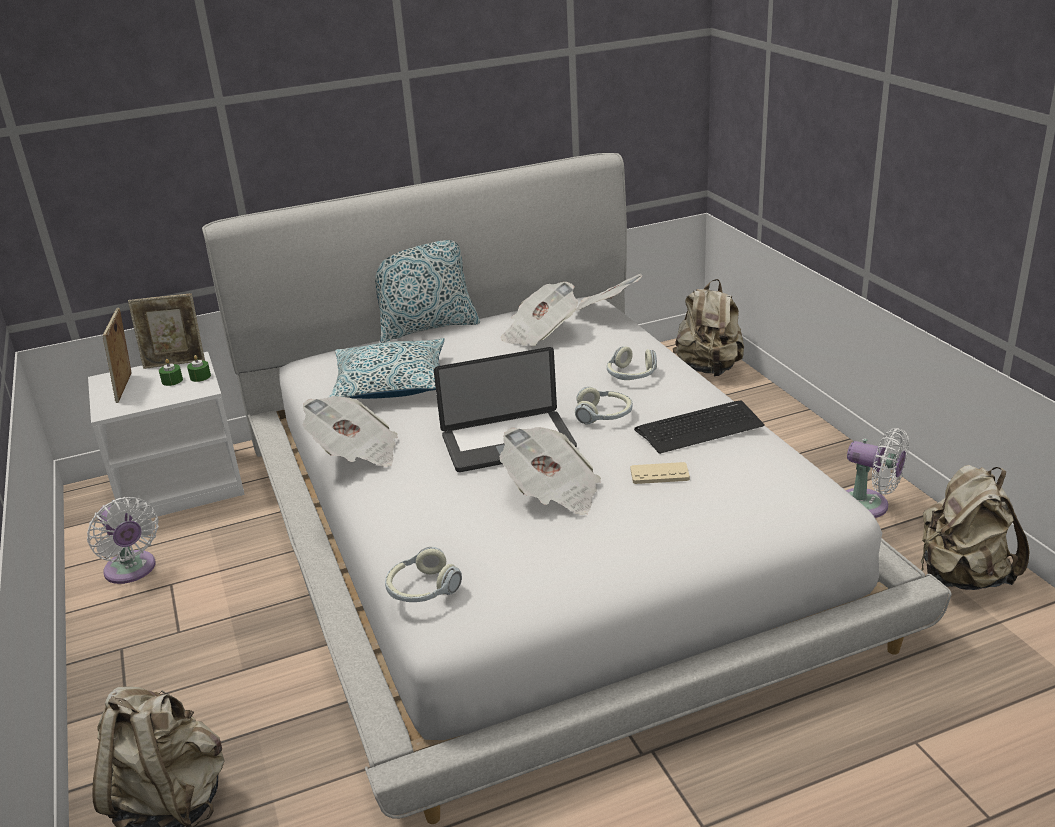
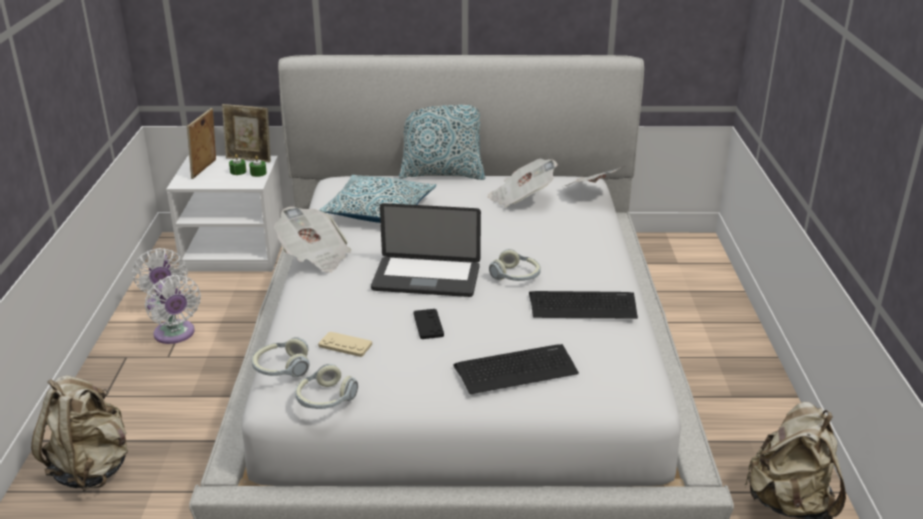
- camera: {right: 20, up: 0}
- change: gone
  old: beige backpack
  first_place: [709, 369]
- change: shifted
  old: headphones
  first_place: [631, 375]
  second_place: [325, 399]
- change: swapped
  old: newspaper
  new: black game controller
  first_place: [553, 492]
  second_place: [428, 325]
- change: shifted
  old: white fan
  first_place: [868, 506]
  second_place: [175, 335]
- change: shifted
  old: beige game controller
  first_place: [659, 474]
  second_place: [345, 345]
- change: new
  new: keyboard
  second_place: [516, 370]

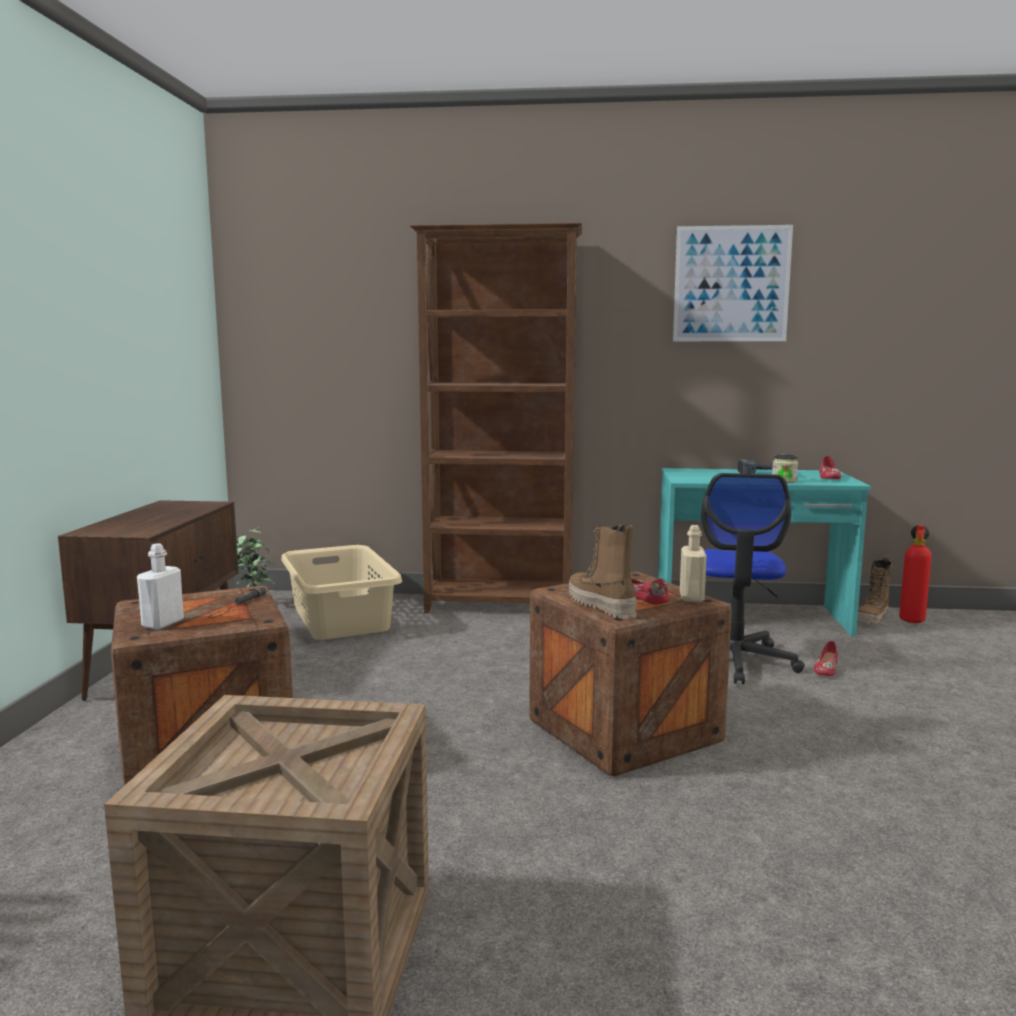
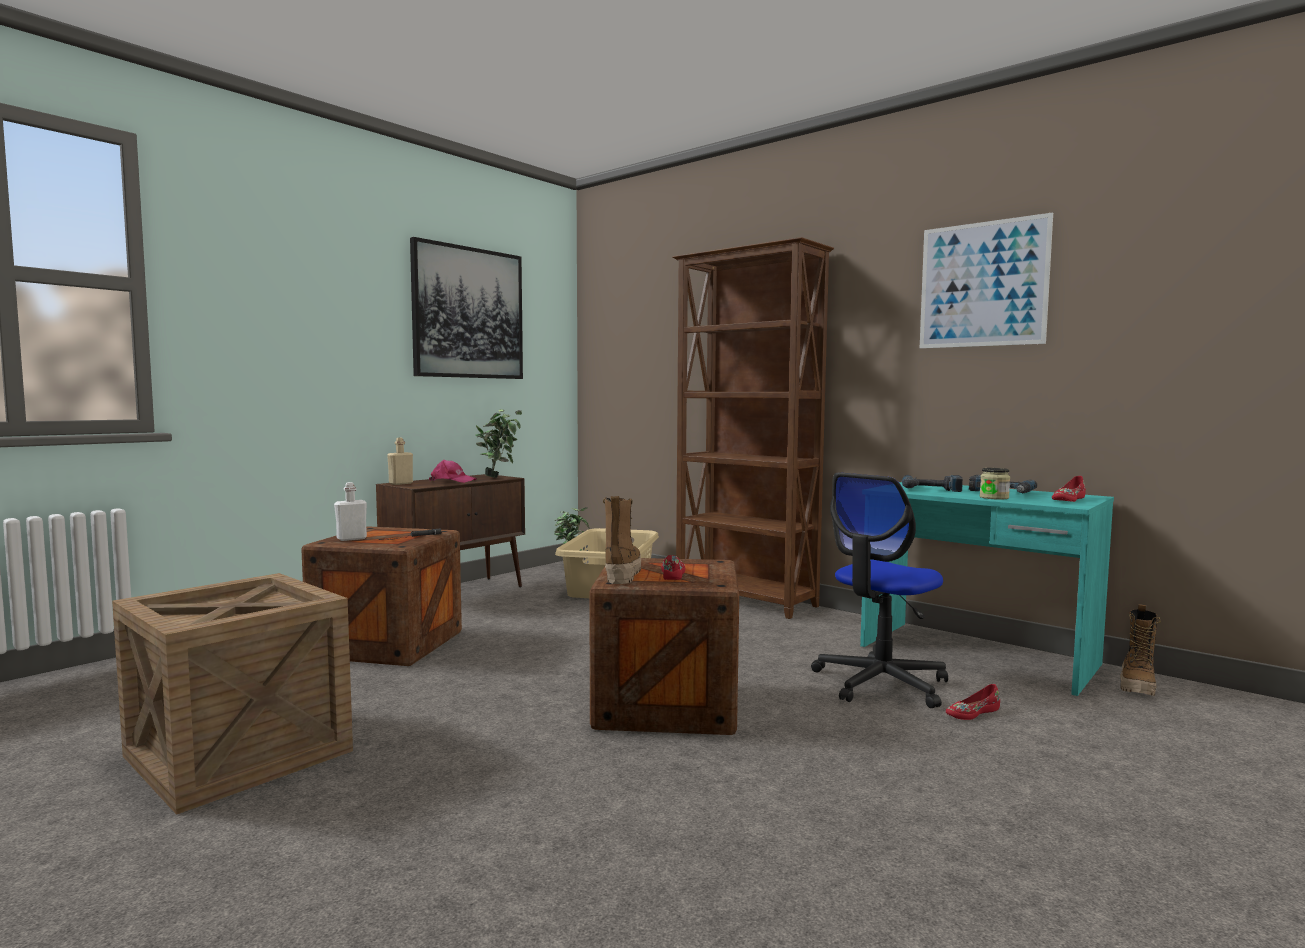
- camera: {right: 35, up: -5}
- change: shifted
  old: beige bottle
  first_place: [691, 597]
  second_place: [401, 483]
- change: gone
  old: fire extinguisher
  first_place: [911, 620]
- change: rotated
  old: boot
  first_place: [872, 619]
  second_place: [1137, 686]
  degrees: -45
- change: new
  new: picture
  second_place: [468, 313]
- change: new
  new: potted plant
  second_place: [499, 477]
- change: new
  new: pink cap
  second_place: [452, 481]
- change: new
  new: power drill
  second_place: [930, 488]

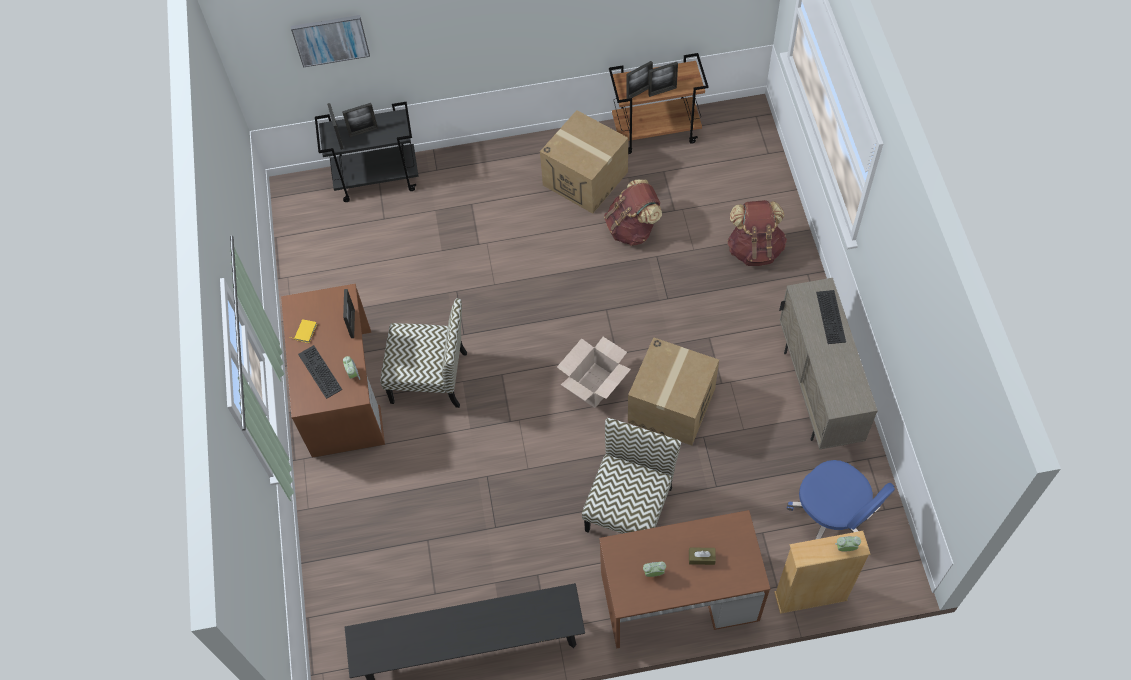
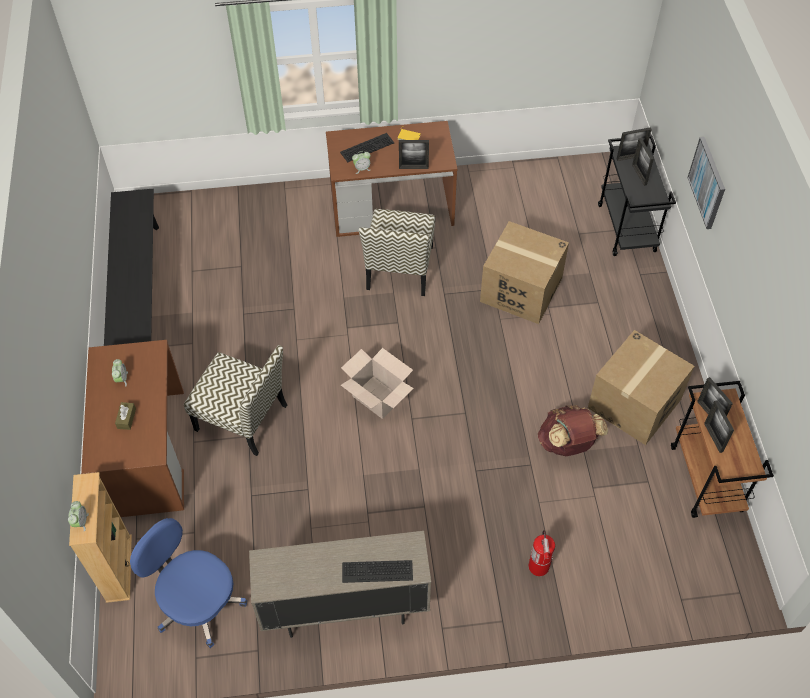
- camera: {right: 90, up: -5}
- change: shifted
  old: picture
  first_place: [330, 39]
  second_place: [707, 182]
- change: swapped
  old: brown backpack
  new: fire extinguisher
  first_place: [754, 249]
  second_place: [539, 567]
- change: shifted
  old: cardboard box
  first_place: [671, 405]
  second_place: [521, 290]
- change: rotated
  old: blue office chair
  first_place: [833, 516]
  second_place: [198, 603]
  degrees: 75

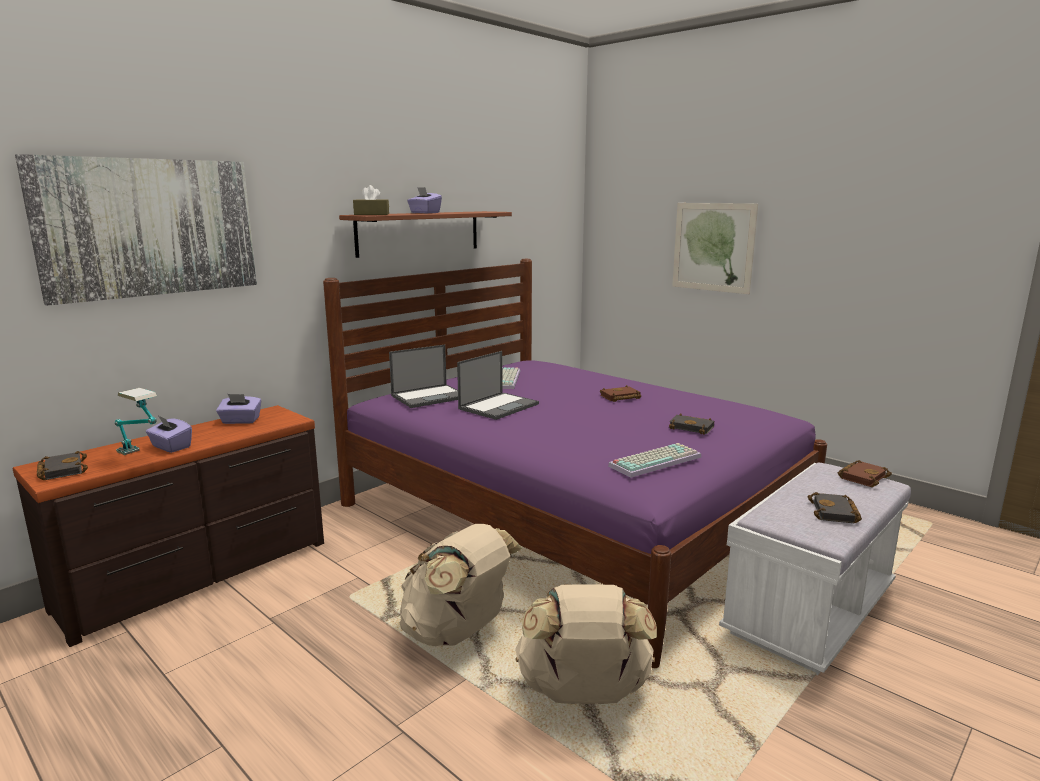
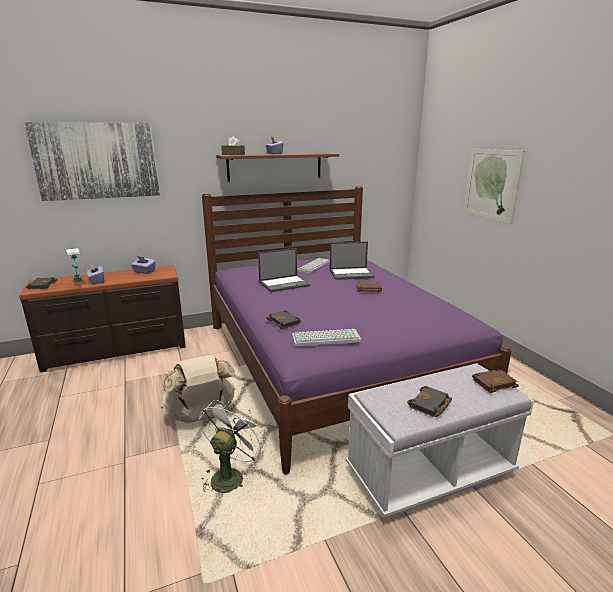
- camera: {right: 25, up: 5}
- change: shifted
  old: laptop
  first_place: [430, 396]
  second_place: [352, 274]
- change: shifted
  old: black book
  first_place: [693, 427]
  second_place: [285, 322]
- change: swapped
  old: beige backpack
  new: white fan
  first_place: [583, 694]
  second_place: [230, 475]

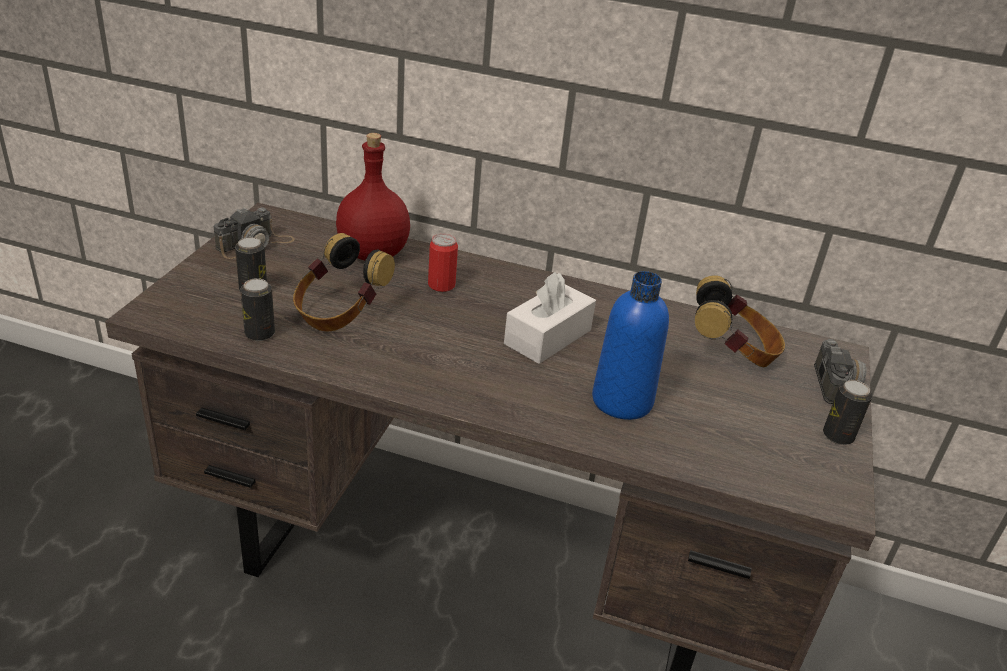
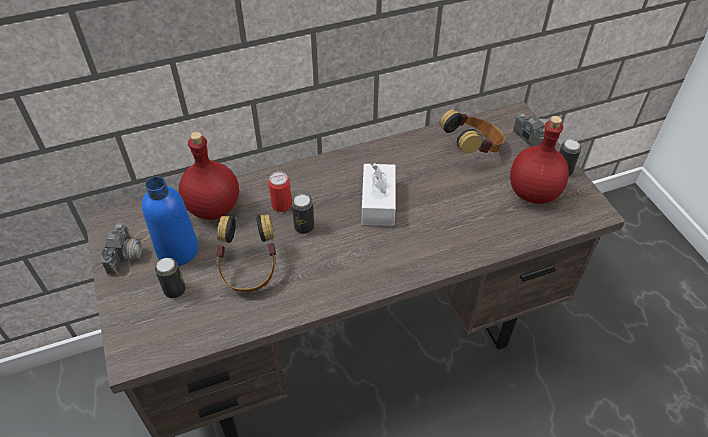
- camera: {right: -35, up: 15}
- change: shifted
  old: blue bottle
  first_place: [622, 401]
  second_place: [178, 250]
- change: shifted
  old: can
  first_place: [259, 334]
  second_place: [304, 227]
- change: new
  new: red bottle
  second_place: [533, 192]

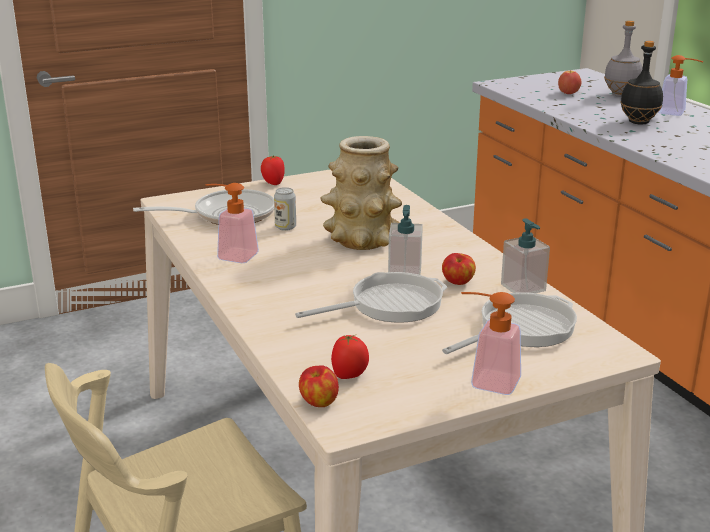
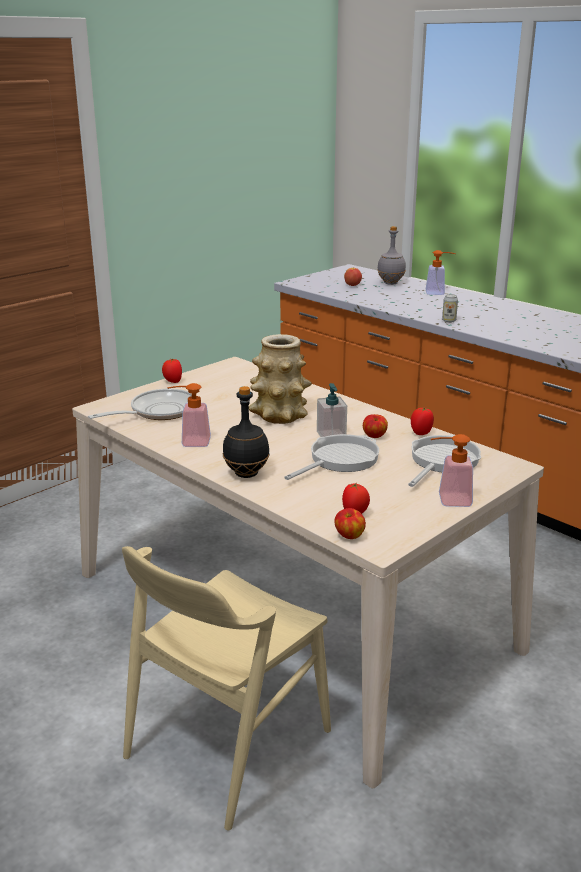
- camera: {right: -20, up: 0}
- change: shifted
  old: black bottle
  first_place: [638, 122]
  second_place: [246, 474]
- change: shifted
  old: can
  first_place: [285, 227]
  second_place: [449, 321]
- change: swapped
  old: soap dispenser
  new: tomato
  first_place: [523, 288]
  second_place: [421, 433]

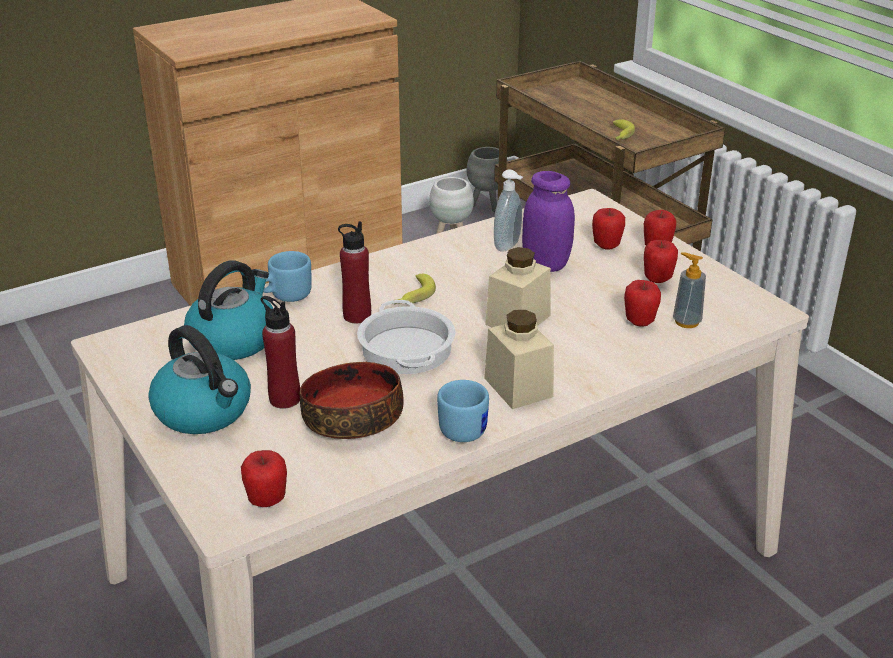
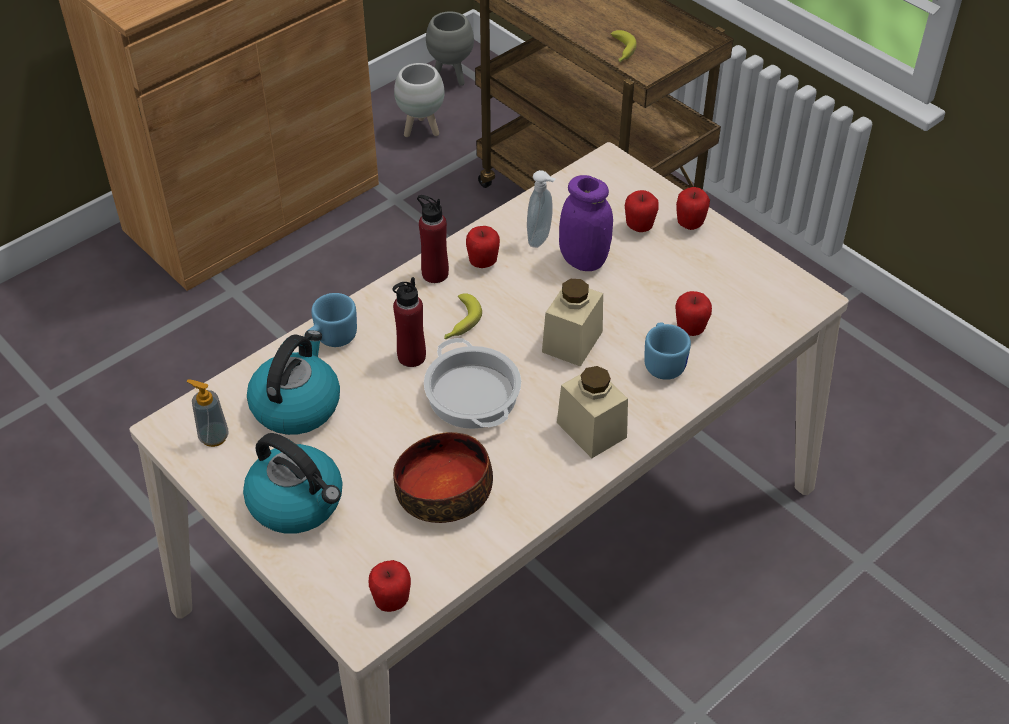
- camera: {right: -10, up: 15}
- change: shifted
  old: apple
  first_place: [657, 279]
  second_place: [483, 263]
- change: shifted
  old: soap dispenser
  first_place: [686, 322]
  second_place: [214, 437]
- change: shifted
  old: red bottle
  first_place: [284, 399]
  second_place: [435, 273]
- change: shifted
  old: blue mug
  first_place: [464, 426]
  second_place: [664, 362]

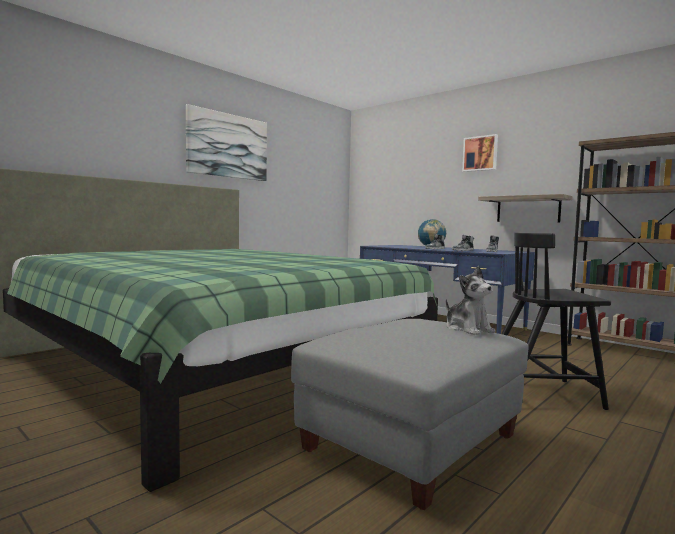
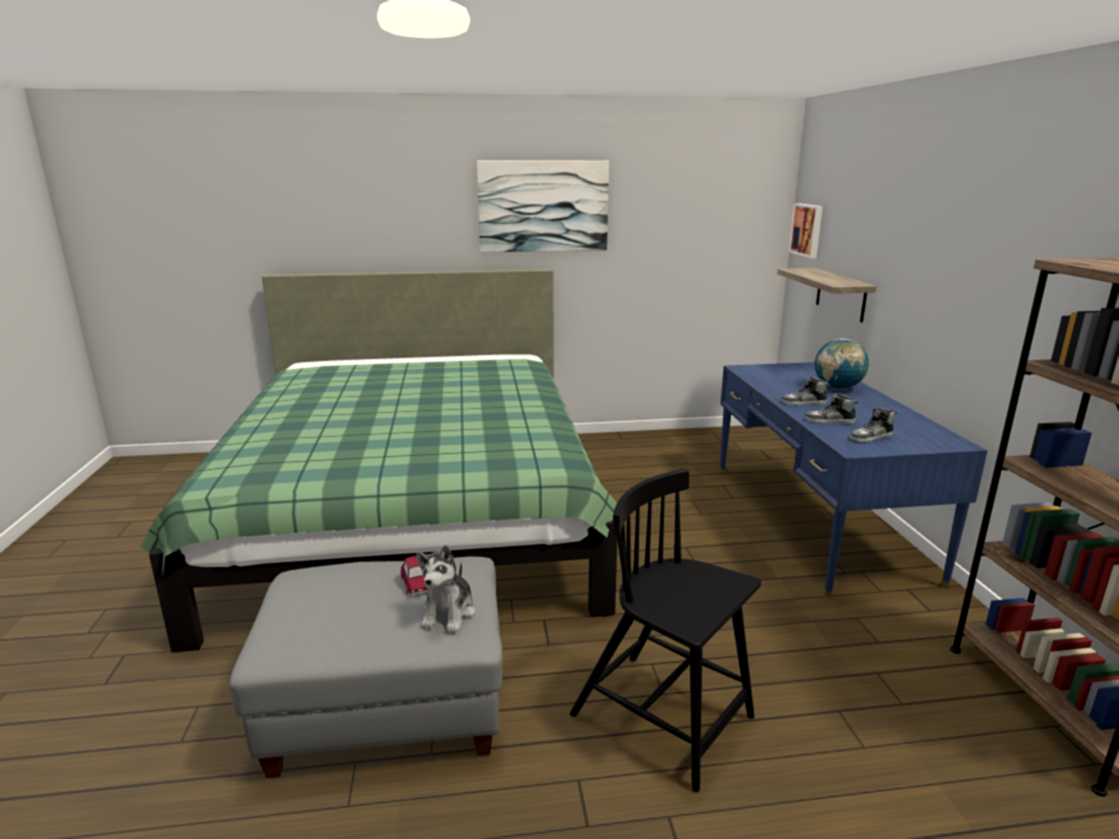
- camera: {right: 40, up: 15}
- change: shifted
  old: picture
  first_place: [480, 153]
  second_place: [807, 230]
- change: shifted
  old: shelf
  first_place: [528, 209]
  second_place: [841, 294]
- change: new
  new: toy car
  second_place: [416, 583]

